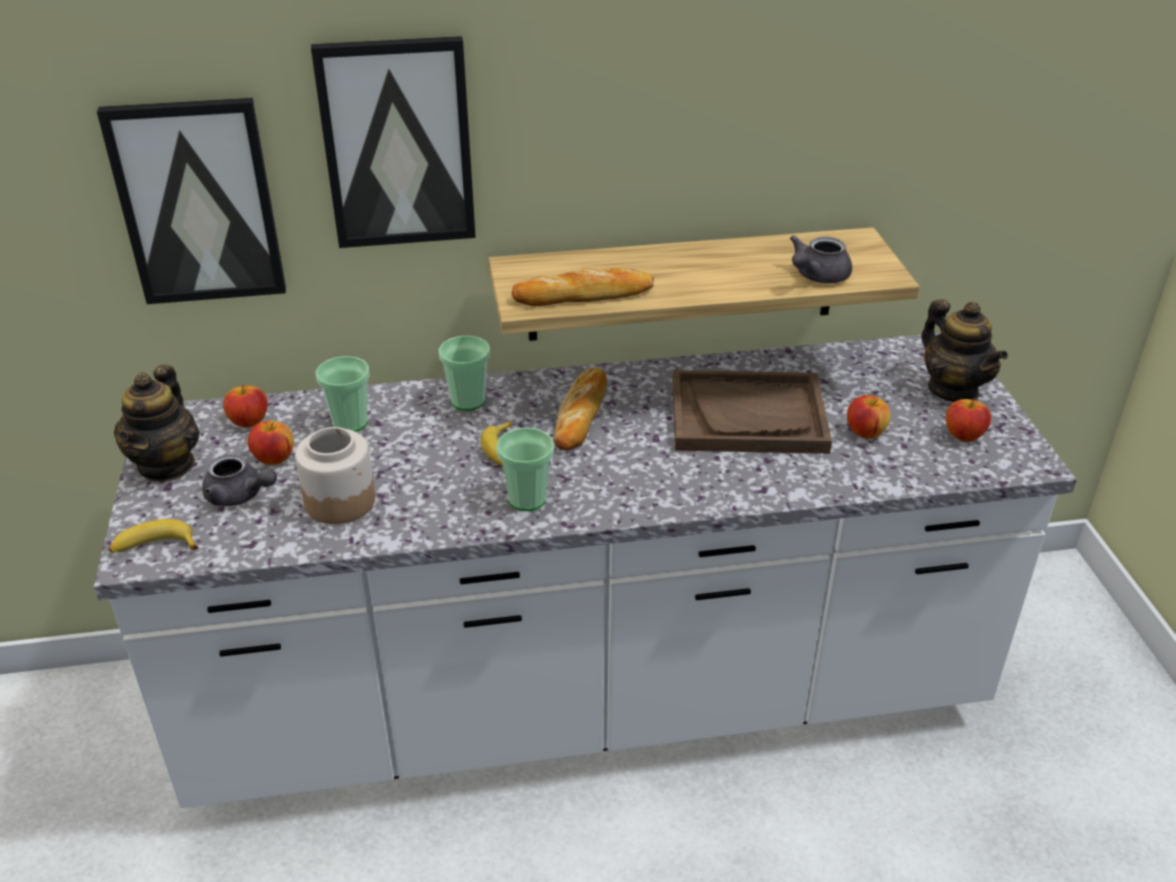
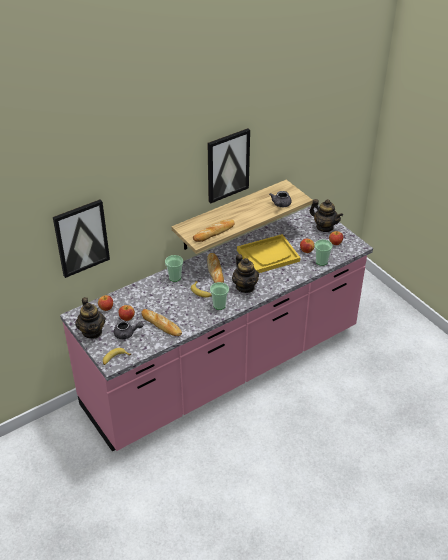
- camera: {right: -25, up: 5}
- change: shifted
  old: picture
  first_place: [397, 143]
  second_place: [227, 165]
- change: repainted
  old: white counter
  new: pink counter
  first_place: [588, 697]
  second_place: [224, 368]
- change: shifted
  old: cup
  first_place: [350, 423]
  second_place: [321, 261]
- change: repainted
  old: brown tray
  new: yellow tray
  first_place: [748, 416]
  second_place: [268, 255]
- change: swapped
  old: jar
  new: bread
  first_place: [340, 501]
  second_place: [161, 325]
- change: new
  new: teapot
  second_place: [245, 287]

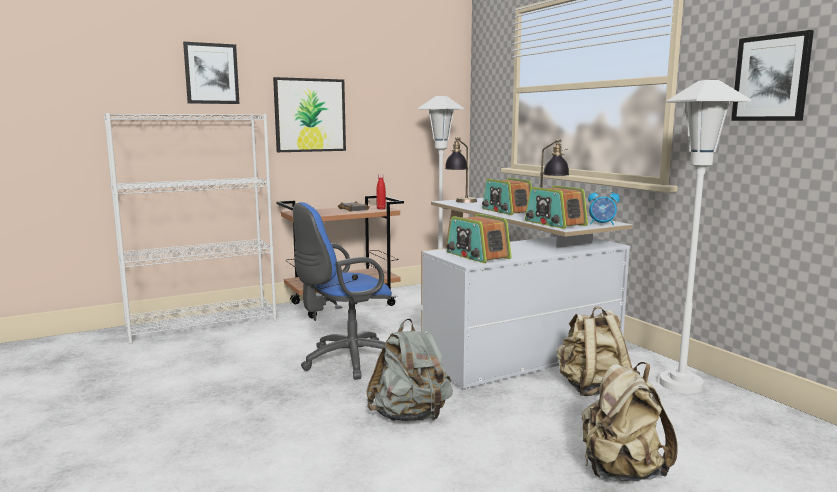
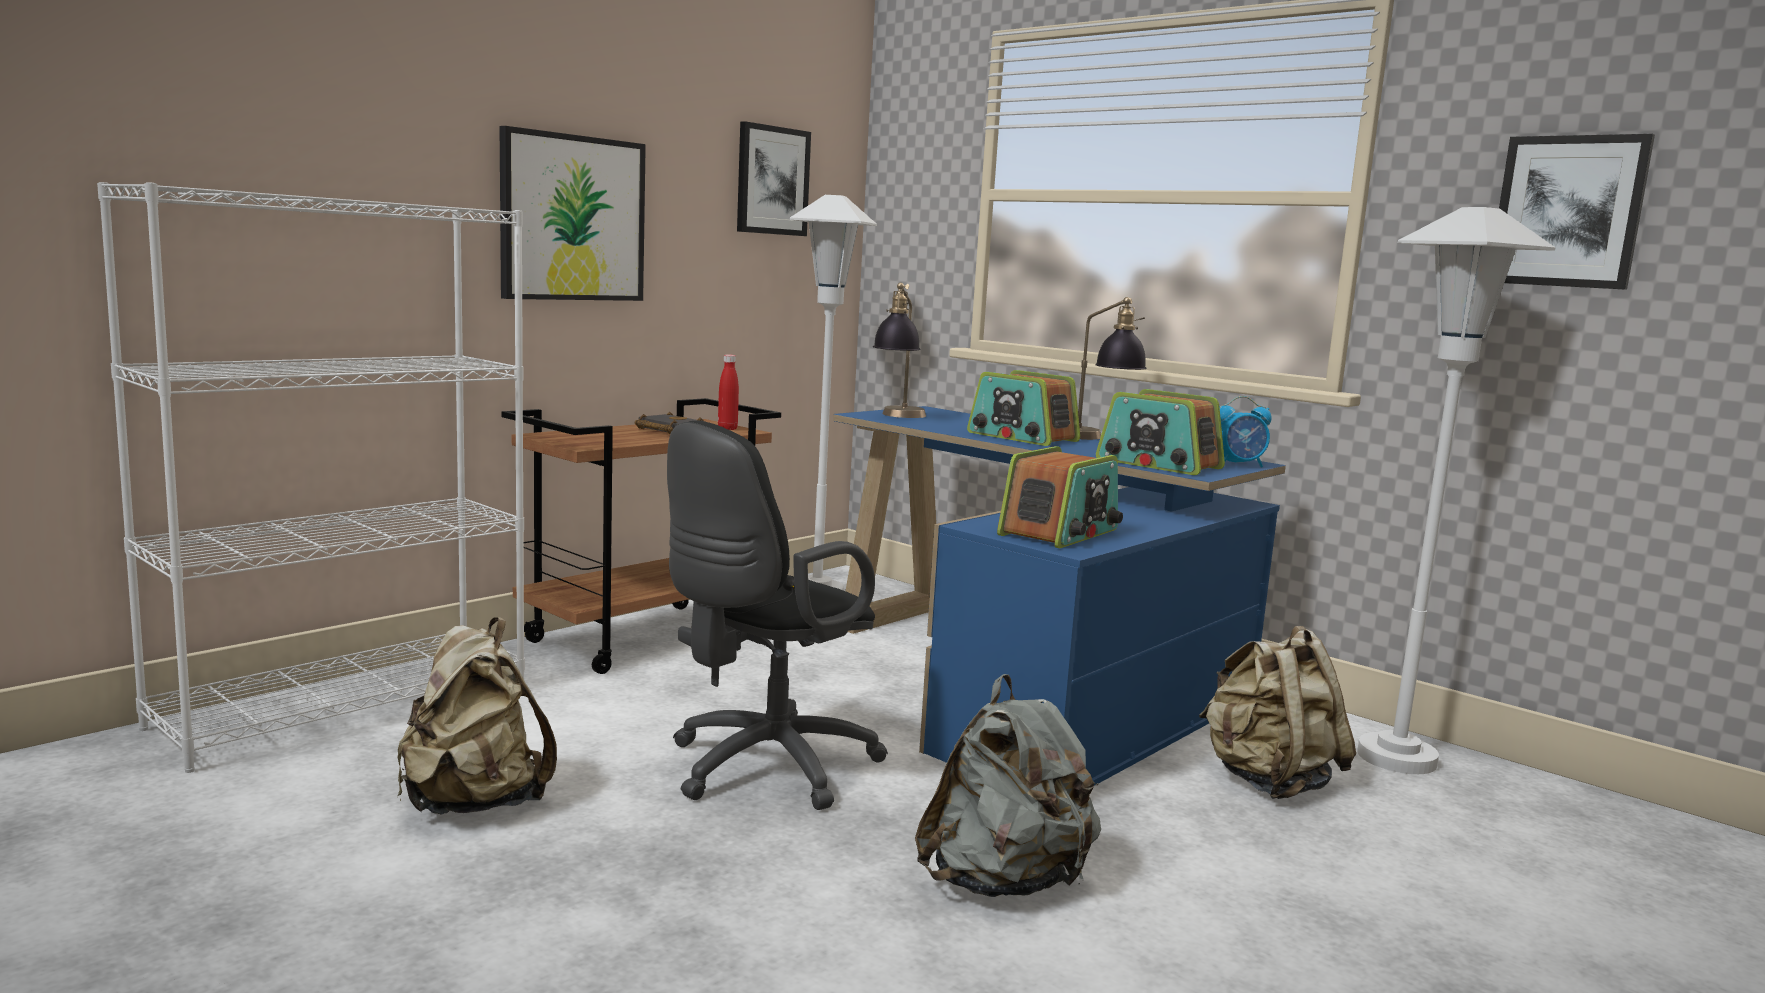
- camera: {right: -20, up: 0}
- change: shifted
  old: picture
  first_place: [211, 73]
  second_place: [772, 180]
- change: repainted
  old: white desk
  new: blue desk
  first_place: [508, 335]
  second_place: [1031, 684]
- change: repainted
  old: blue office chair
  new: black office chair
  first_place: [346, 361]
  second_place: [763, 768]
- change: rotated
  old: radio
  first_place: [477, 256]
  second_place: [1060, 533]
  degrees: -90
- change: shifted
  old: beige backpack
  first_place: [621, 472]
  second_place: [474, 803]

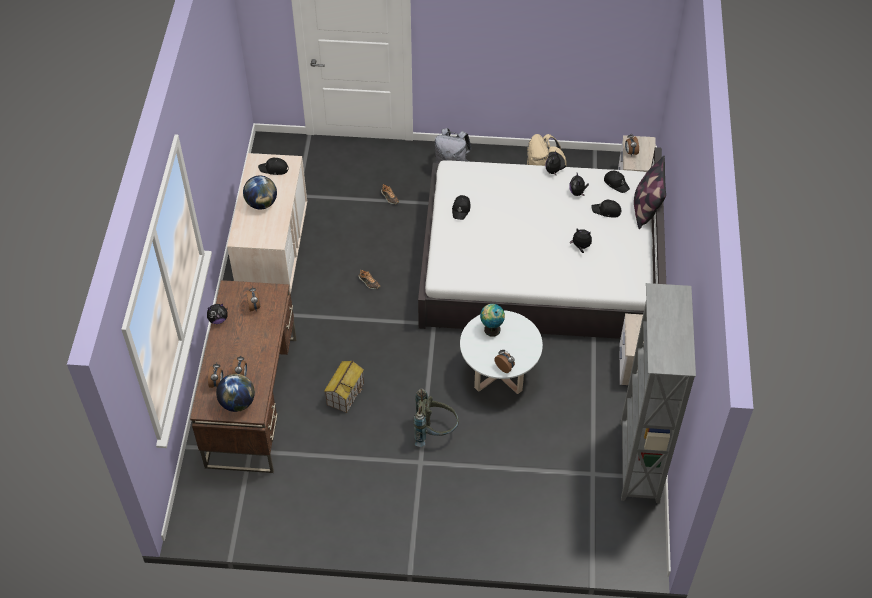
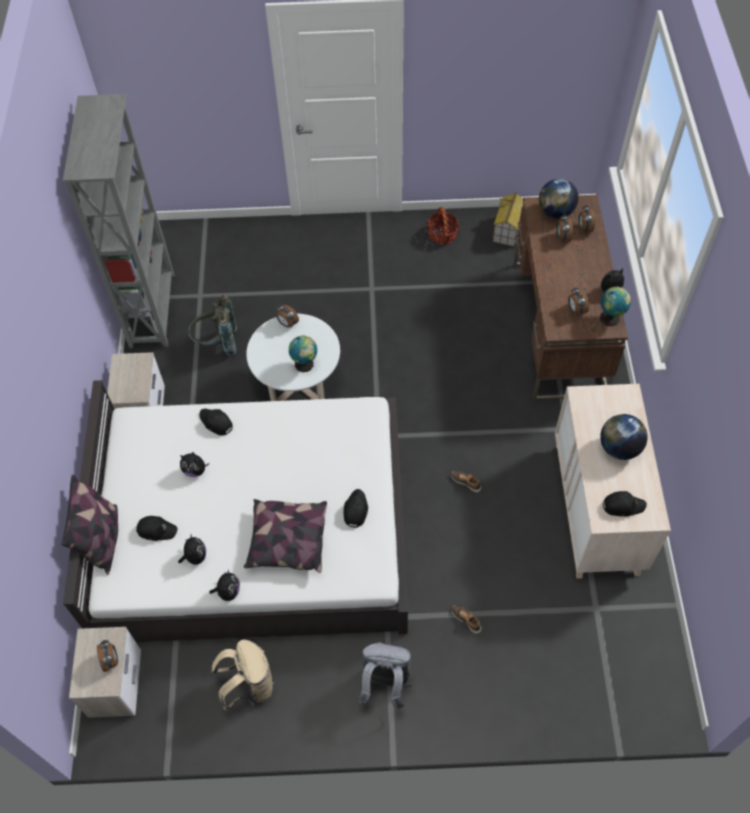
- camera: {right: 175, up: 5}
- change: shifted
  old: black cap
  first_place: [616, 183]
  second_place: [216, 423]
- change: shifted
  old: toy house
  first_place: [345, 394]
  second_place: [508, 230]
- change: shifted
  old: grey backpack
  first_place: [434, 431]
  second_place: [216, 343]
- change: new
  new: basket
  second_place: [442, 234]
- change: new
  new: globe
  second_place: [611, 318]
- change: new
  new: pillow
  second_place: [287, 541]

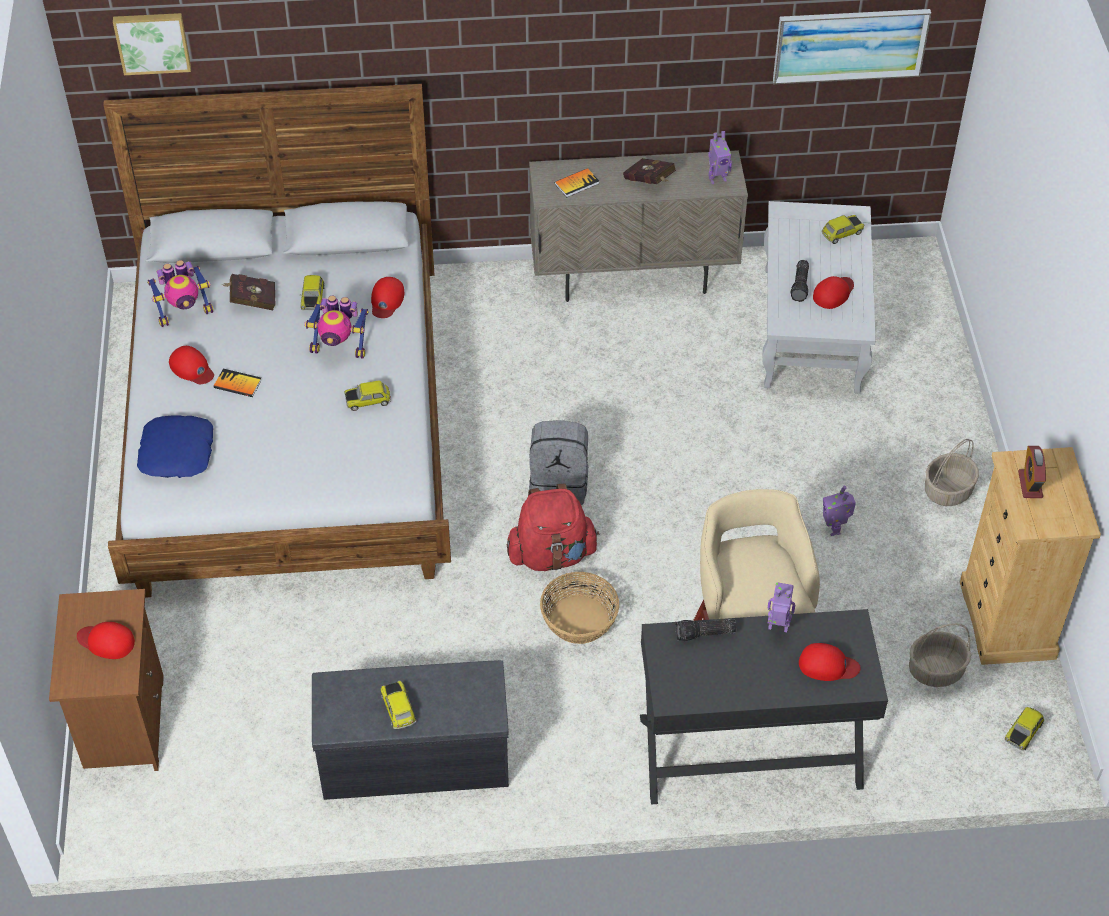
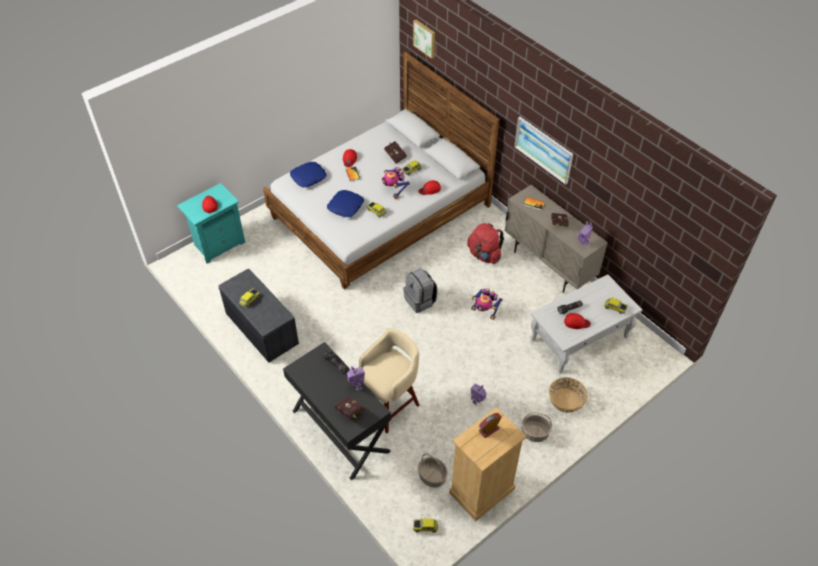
- camera: {right: 55, up: 0}
- change: shifted
  old: picture
  first_place: [850, 44]
  second_place: [543, 149]
- change: shifted
  old: toy robot
  first_place: [185, 313]
  second_place: [485, 311]
- change: shifted
  old: red backpack
  first_place: [552, 555]
  second_place: [484, 255]
- change: shifted
  old: basket
  first_place: [578, 620]
  second_place: [565, 400]
- change: repainted
  old: brown nightstand
  new: turquoise nightstand
  first_place: [122, 724]
  second_place: [218, 244]
- change: swapped
  old: red cap
  new: red book
  first_place: [827, 665]
  second_place: [350, 412]
- change: new
  new: blue pillow
  second_place: [346, 206]

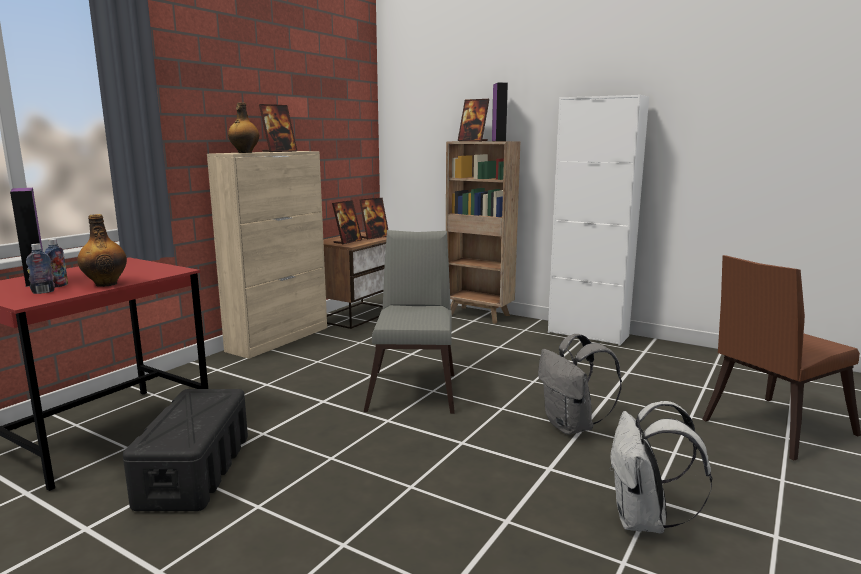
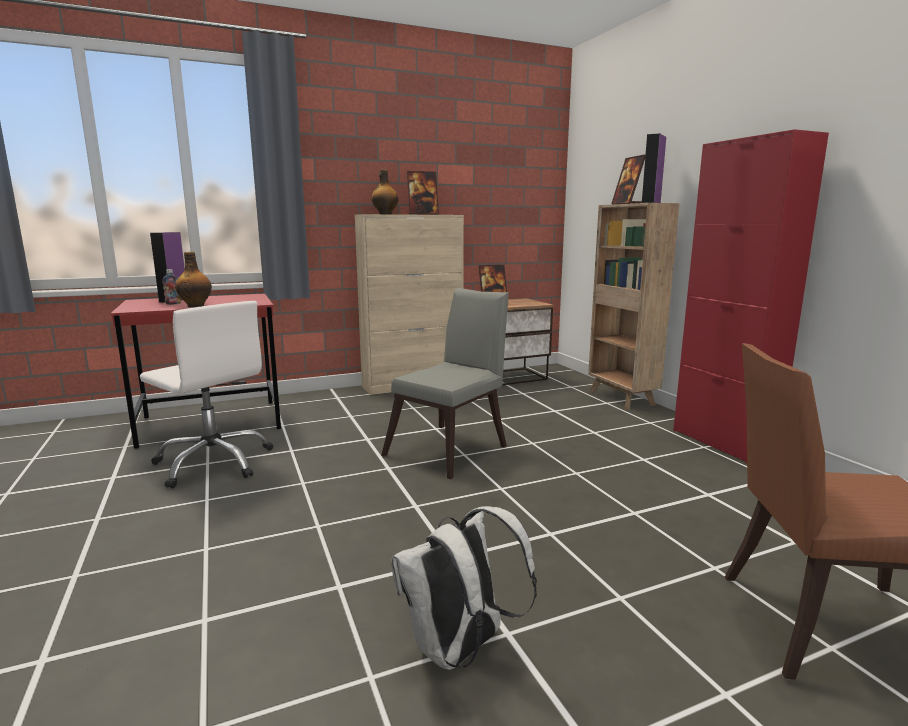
- camera: {right: 35, up: 0}
- change: repainted
  old: white cabinet
  new: red cabinet
  first_place: [588, 334]
  second_place: [722, 443]
- change: gone
  old: picture frame
  first_place: [374, 237]
- change: gone
  old: bottle
  first_place: [43, 292]
- change: gone
  old: grey backpack
  first_place: [572, 427]
- change: swapped
  old: black storage box
  new: white office chair
  first_place: [194, 471]
  second_place: [214, 462]

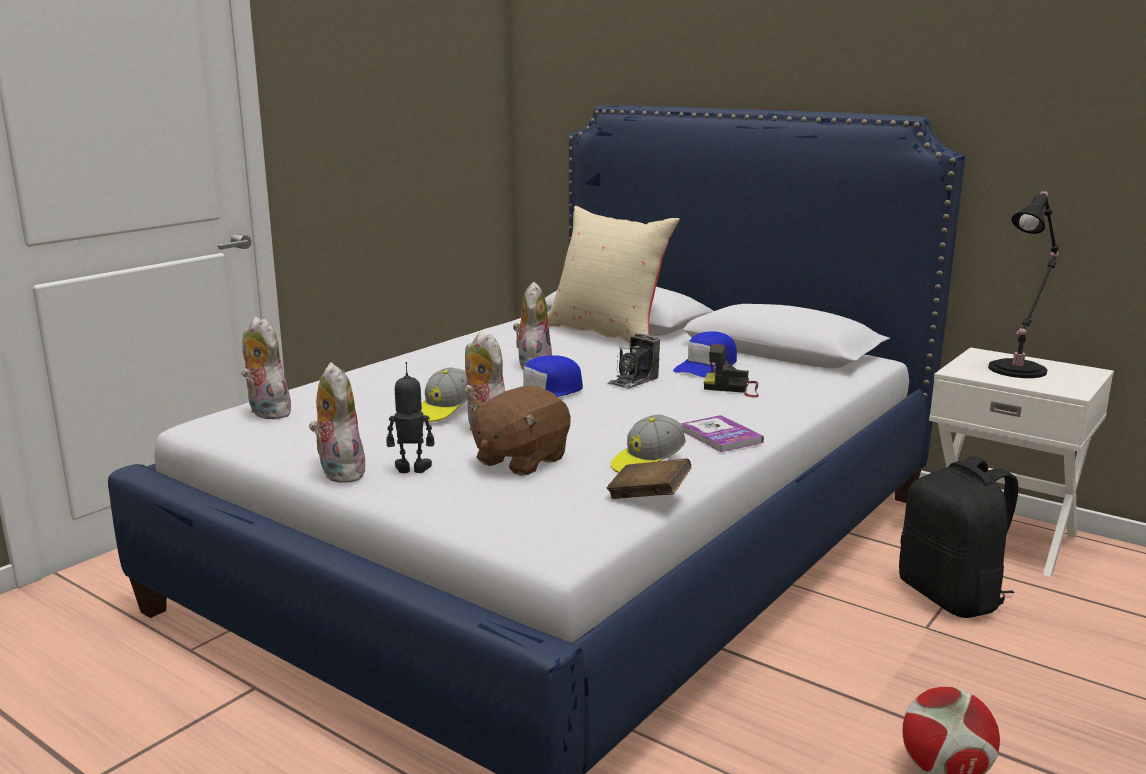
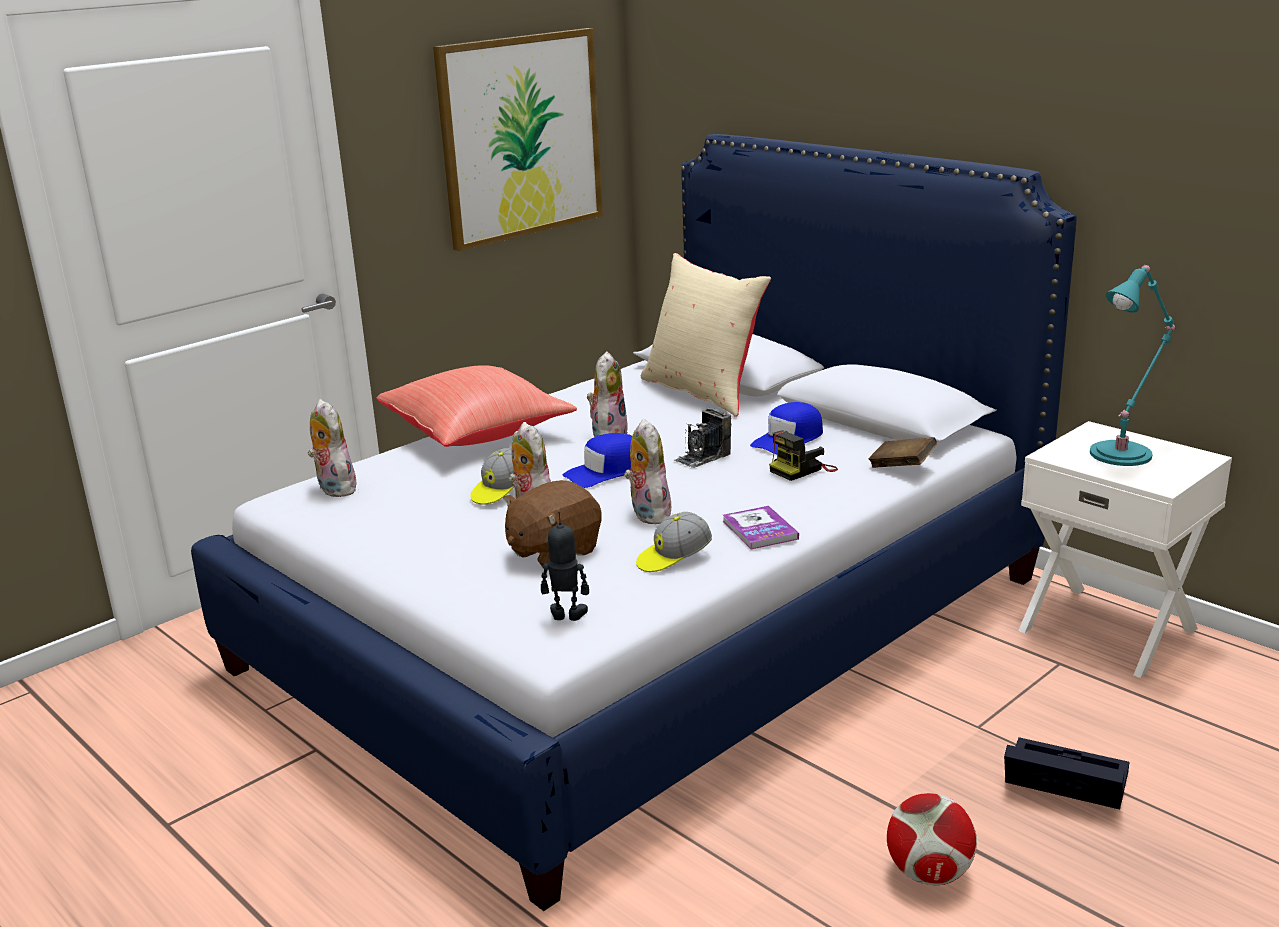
- camera: {right: 10, up: 5}
- change: repainted
  old: black table lamp
  new: turquoise table lamp
  first_place: [1019, 369]
  second_place: [1124, 453]
- change: rotated
  old: photo camera
  first_place: [733, 388]
  second_place: [802, 469]
  degrees: -60
- change: shifted
  old: plush toy
  first_place: [338, 472]
  second_place: [647, 514]
- change: shifted
  old: toy robot
  first_place: [412, 470]
  second_place: [567, 616]
- change: gone
  old: black backpack
  first_place: [952, 596]
- change: shifted
  old: brown book
  first_place: [648, 497]
  second_place: [902, 467]
- change: new
  new: picture
  second_place: [521, 137]
- change: new
  new: red pillow
  second_place: [478, 434]
- change: new
  new: black storage box
  second_place: [1061, 783]

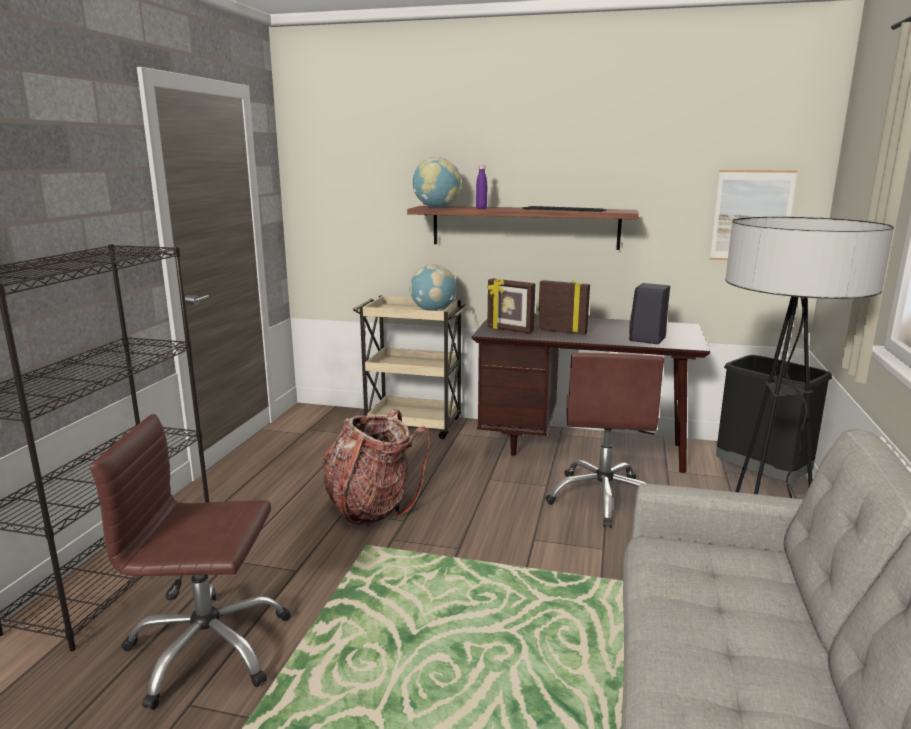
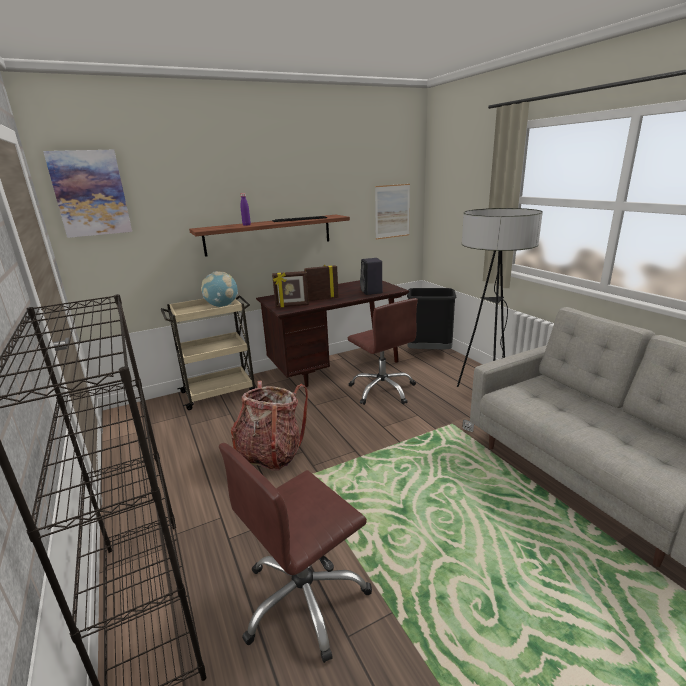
- camera: {right: -40, up: 5}
- change: gone
  old: globe
  first_place: [437, 207]
- change: new
  new: picture
  second_place: [90, 193]

